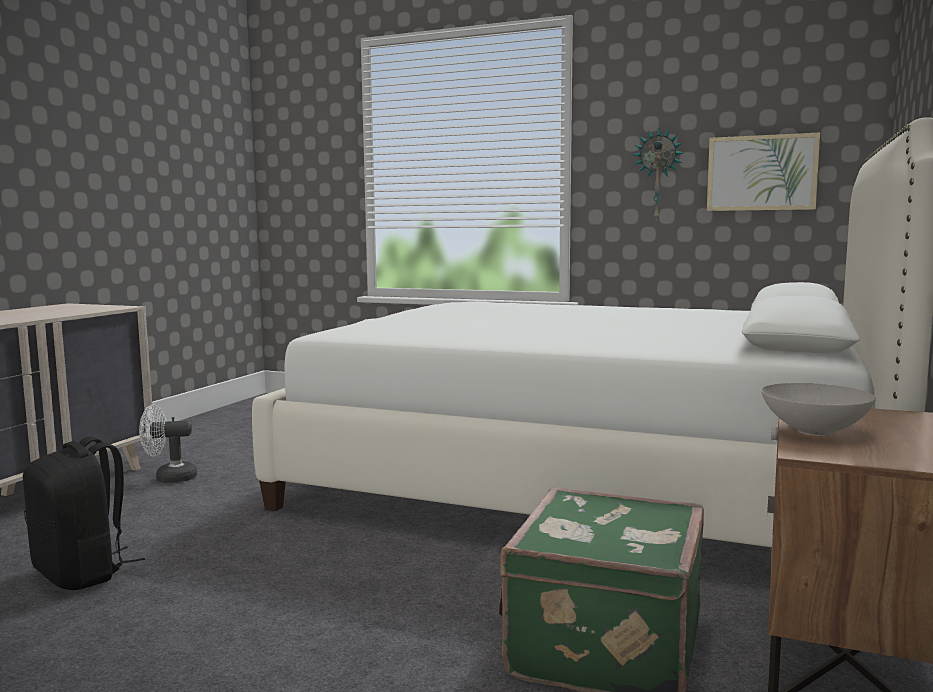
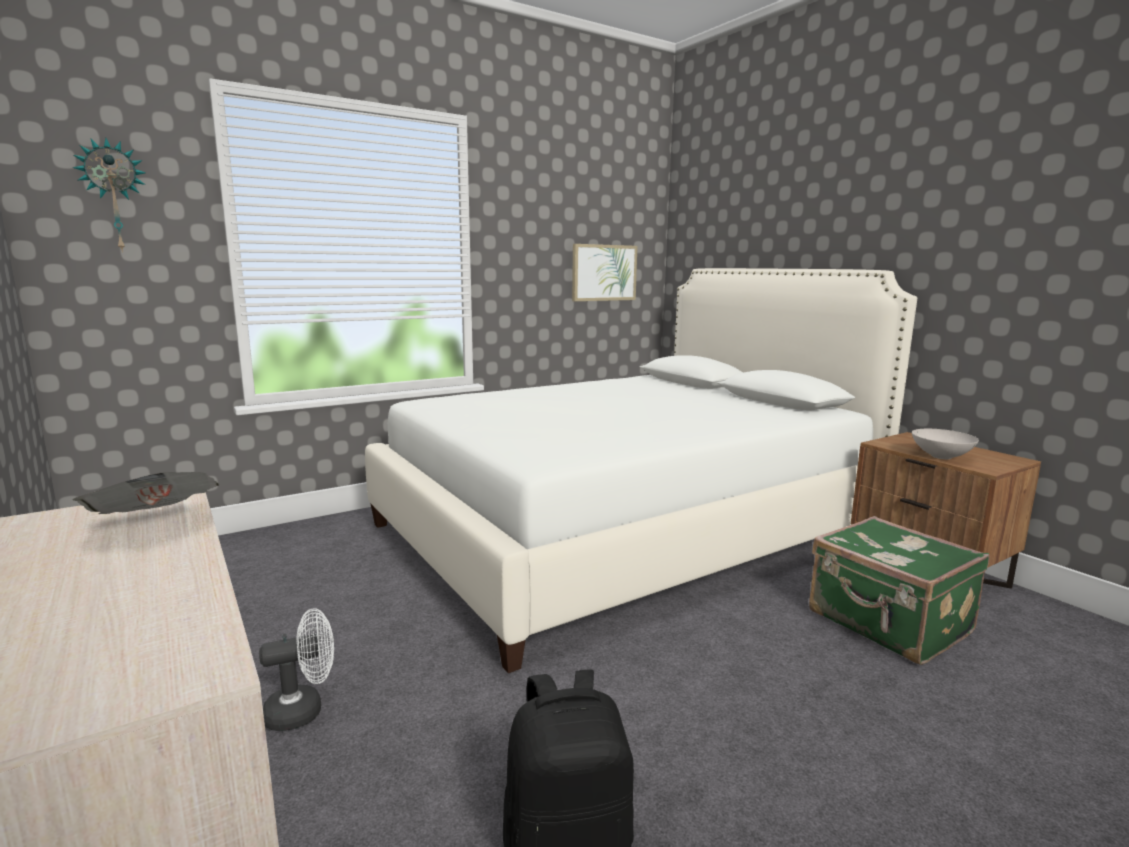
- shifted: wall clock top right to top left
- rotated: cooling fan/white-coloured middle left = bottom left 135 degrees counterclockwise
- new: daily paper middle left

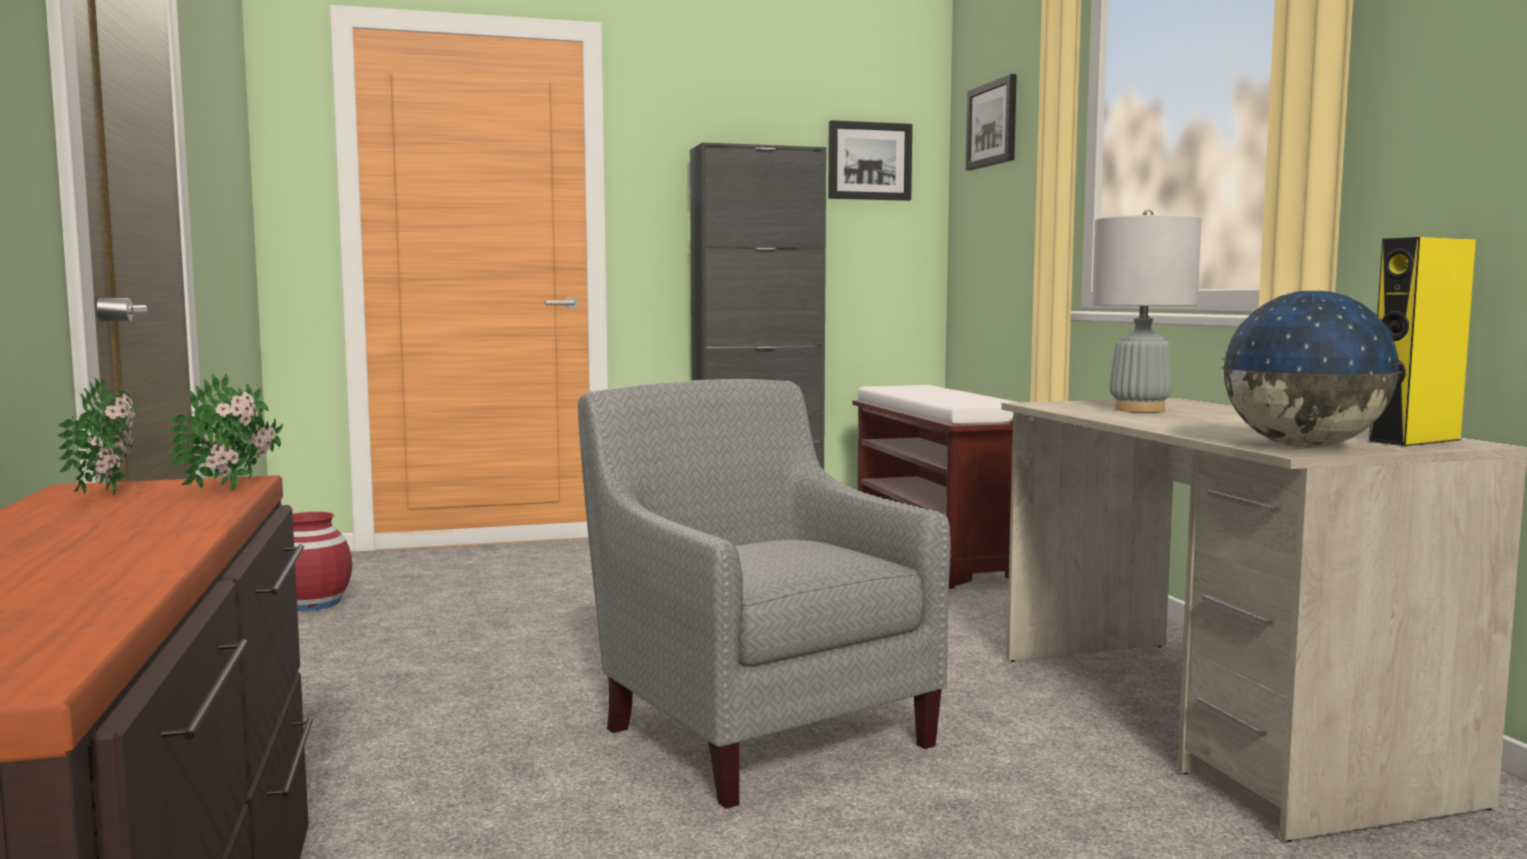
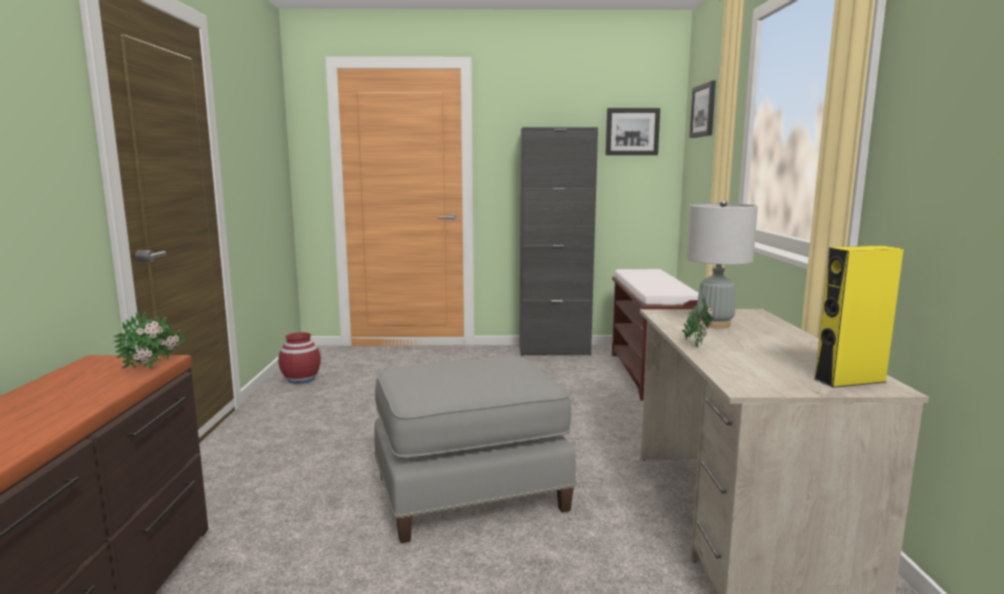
- gone: globe middle right
- shifted: houseplant (no. 1 from left in the first image) middle left to houseplant (no. 2 from left) middle right
- swapped: armchair/gray bottom centre to footrest/gray bottom centre

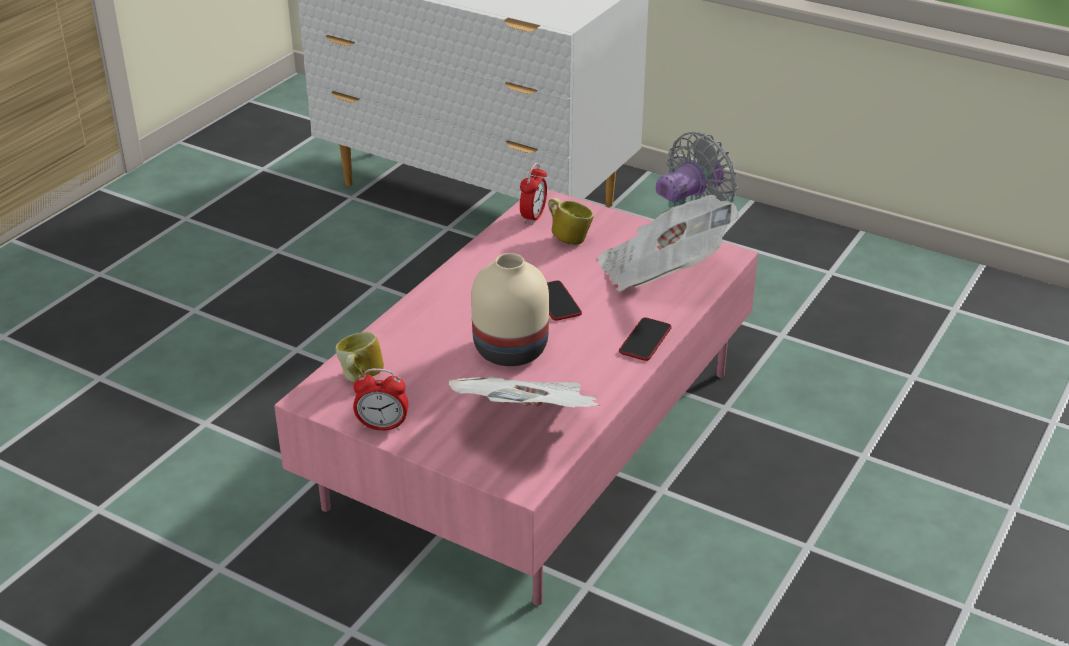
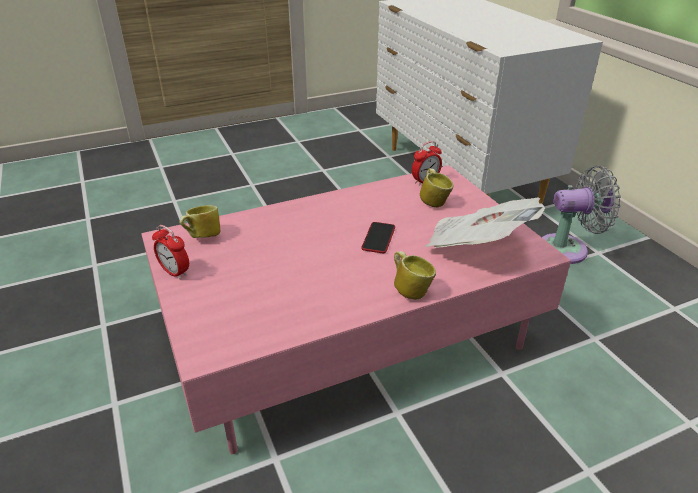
- gone: decorative vase/sand-coloured centre
- swapped: handset (no. 2 from left) centre to coffee mug (no. 2 from left) centre
- gone: daily paper (no. 1 from left) centre

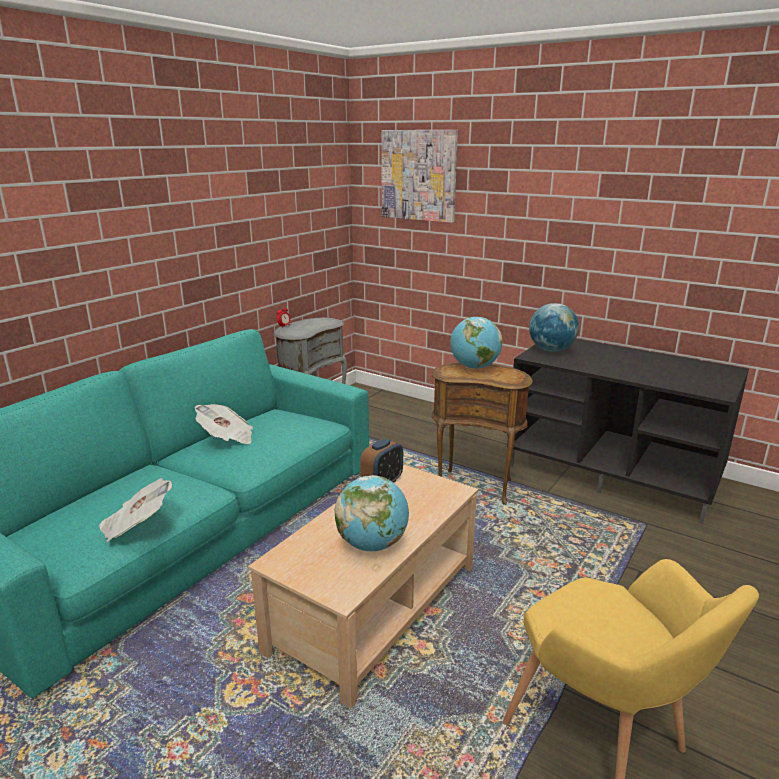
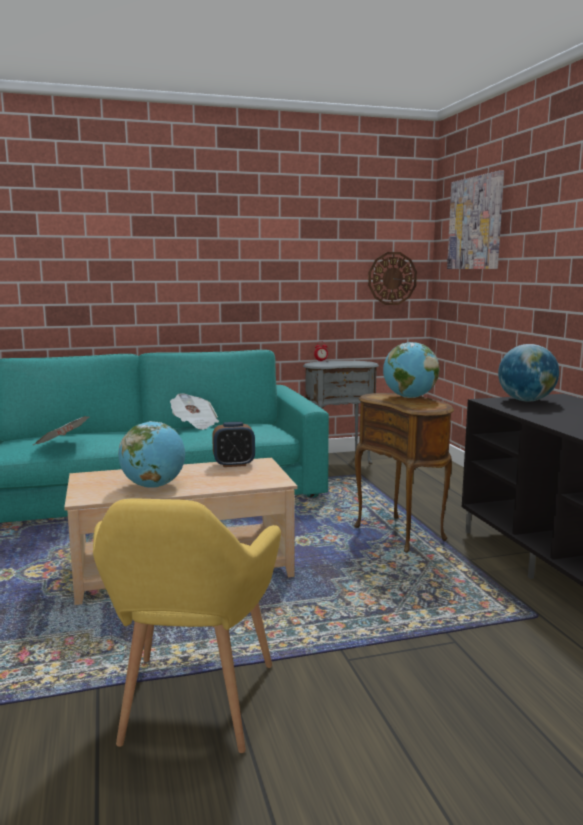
- new: wall clock middle right

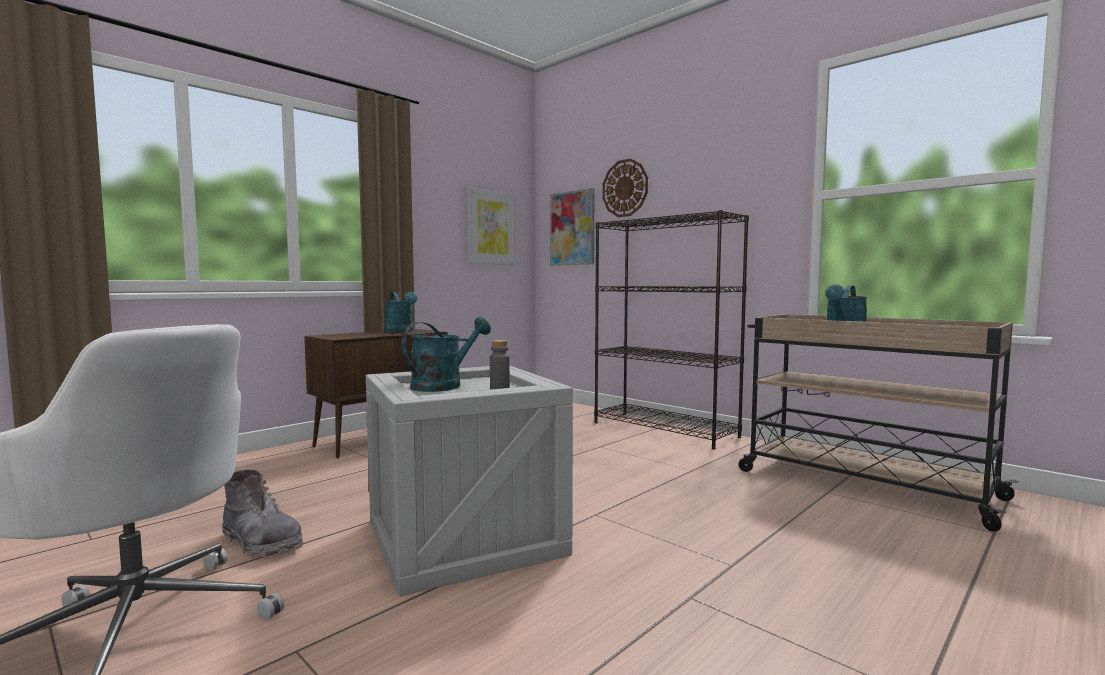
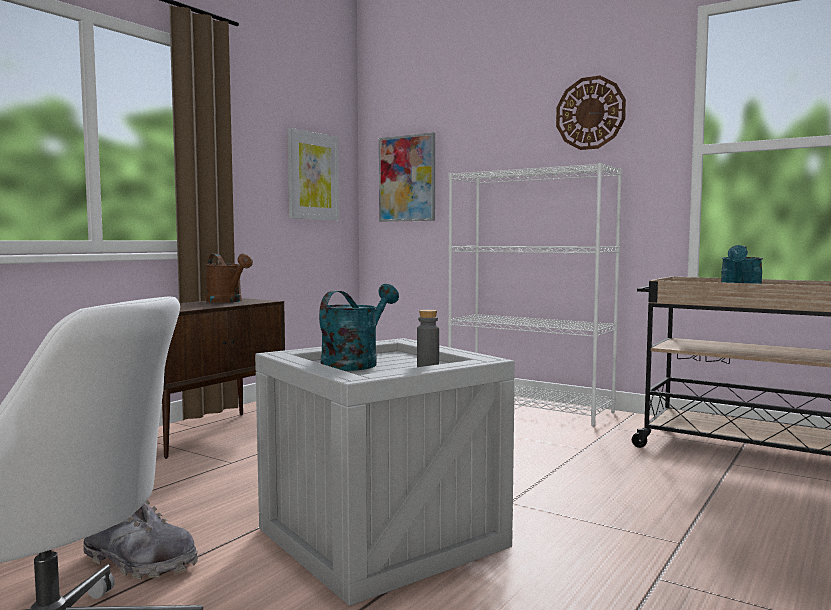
- shifted: wall clock top centre to top right
- repainted: shelving unit/black centre to shelving unit/white-coloured centre
- repainted: watering pot/blue-green (no. 1 from left) centre to watering pot/brown middle left

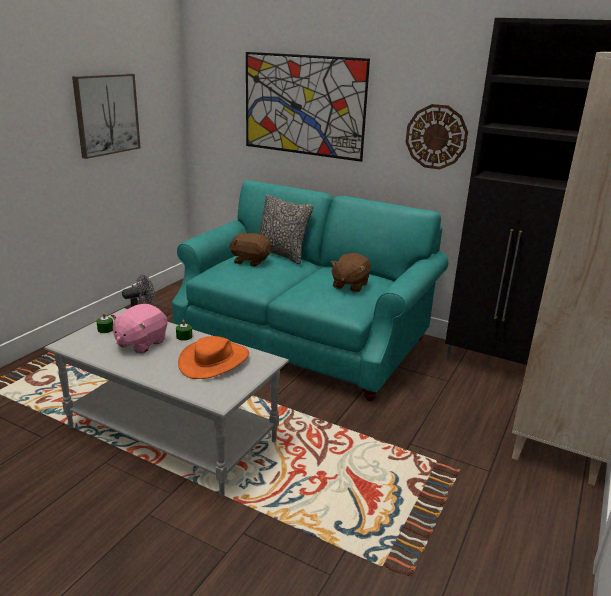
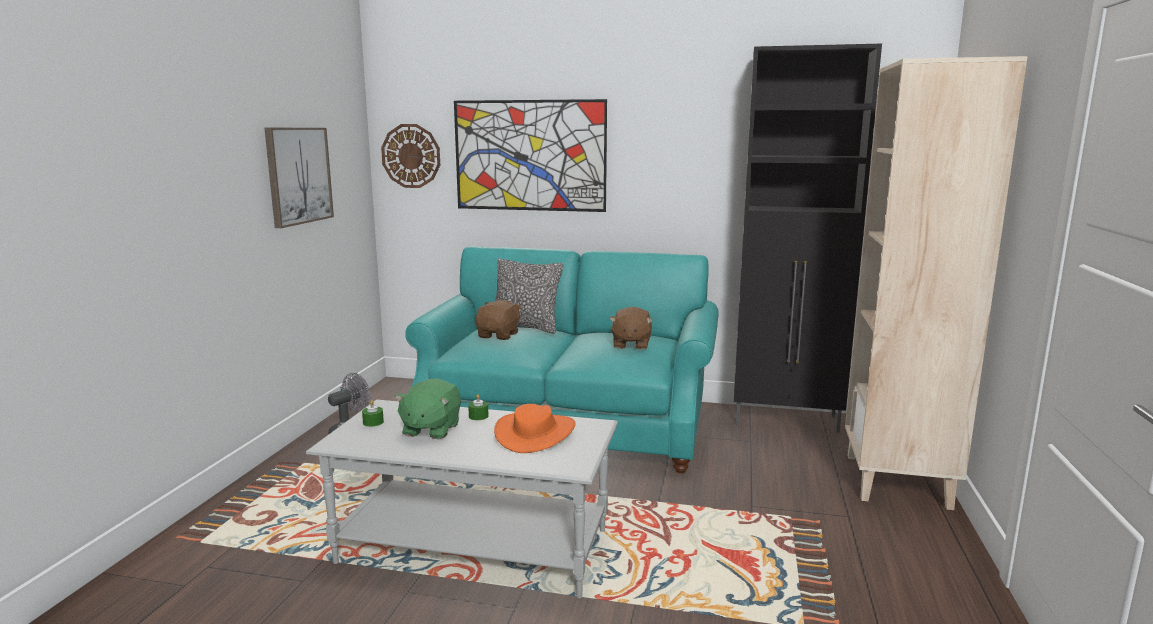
- shifted: wall clock top right to top centre
- rotated: cuddly toy/brown (no. 1 from left) centre = centre 105 degrees clockwise
- repainted: cuddly toy/pink-coloured middle left to cuddly toy/green-coloured centre

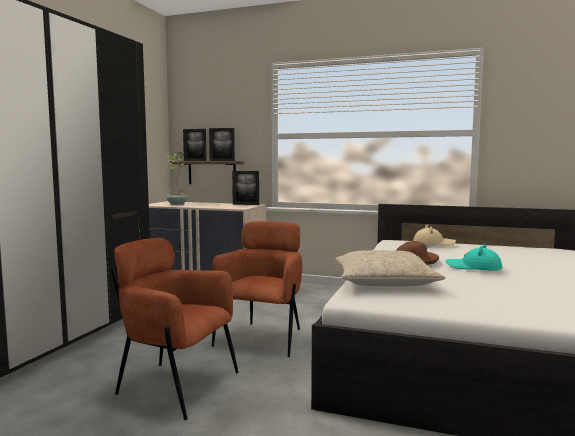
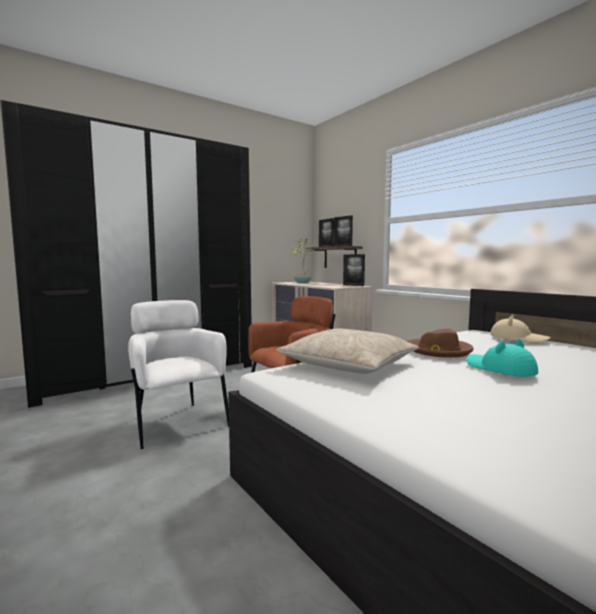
- repainted: armchair/brown (no. 1 from left) bottom left to armchair/white-coloured middle left

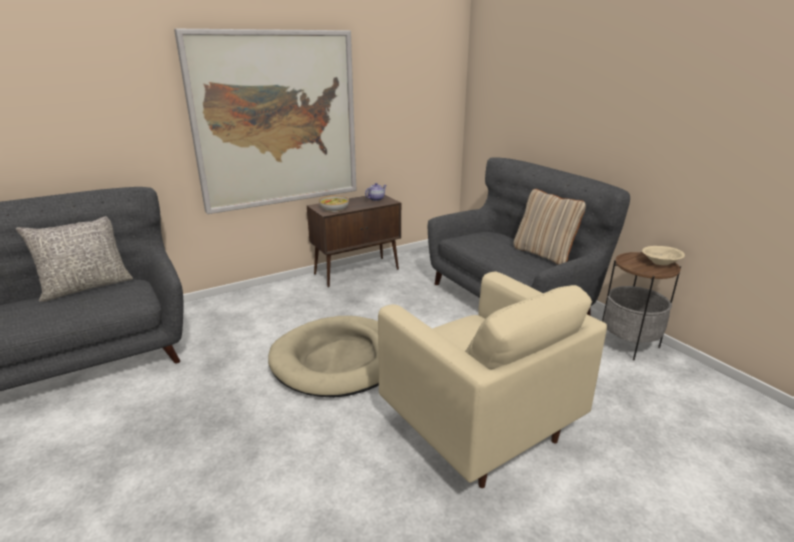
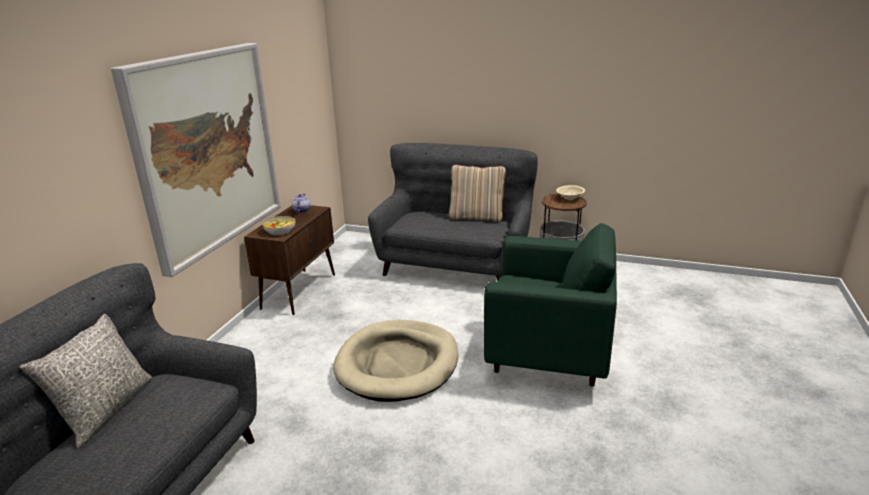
- repainted: armchair/sand-coloured bottom centre to armchair/green-coloured centre

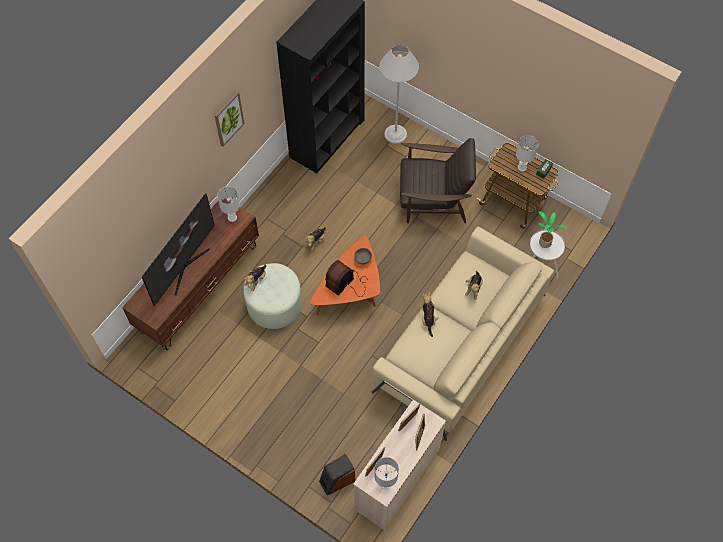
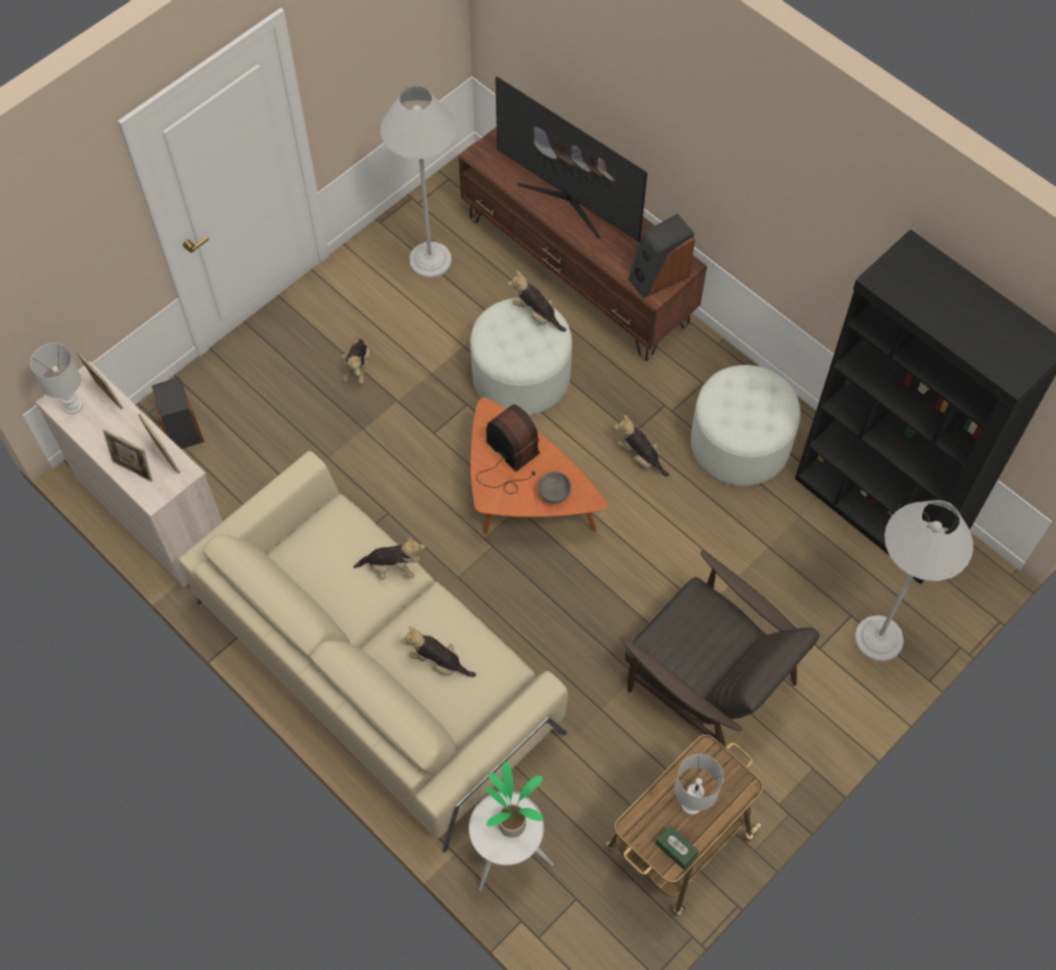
- gone: wall art top left
- rotated: armchair/brown top centre = bottom right 60 degrees counterclockwise
- swapped: lamp for a table/white-coloured (no. 1 from left) middle left to loudspeaker (no. 2 from left) top centre
- new: standing lamp/white-coloured (no. 1 from left) top centre
- new: cuddly toy (no. 1 from left) centre
- new: footrest/white-coloured (no. 2 from left) middle right

